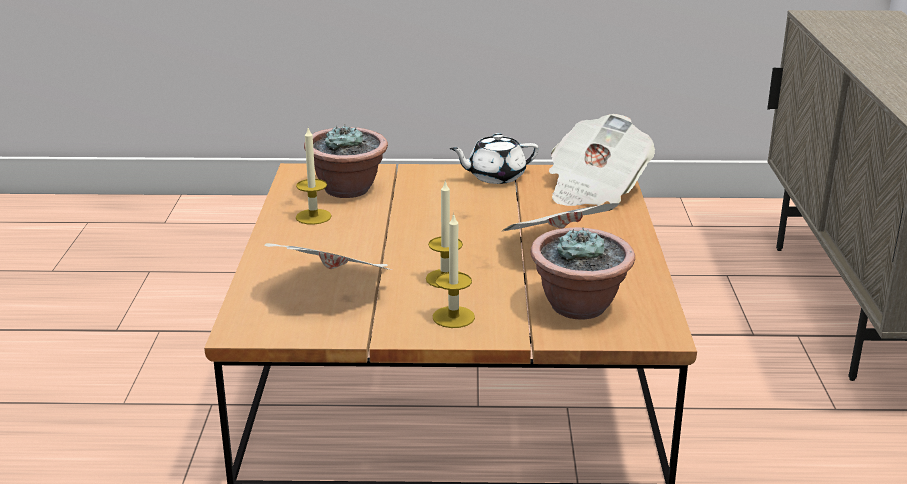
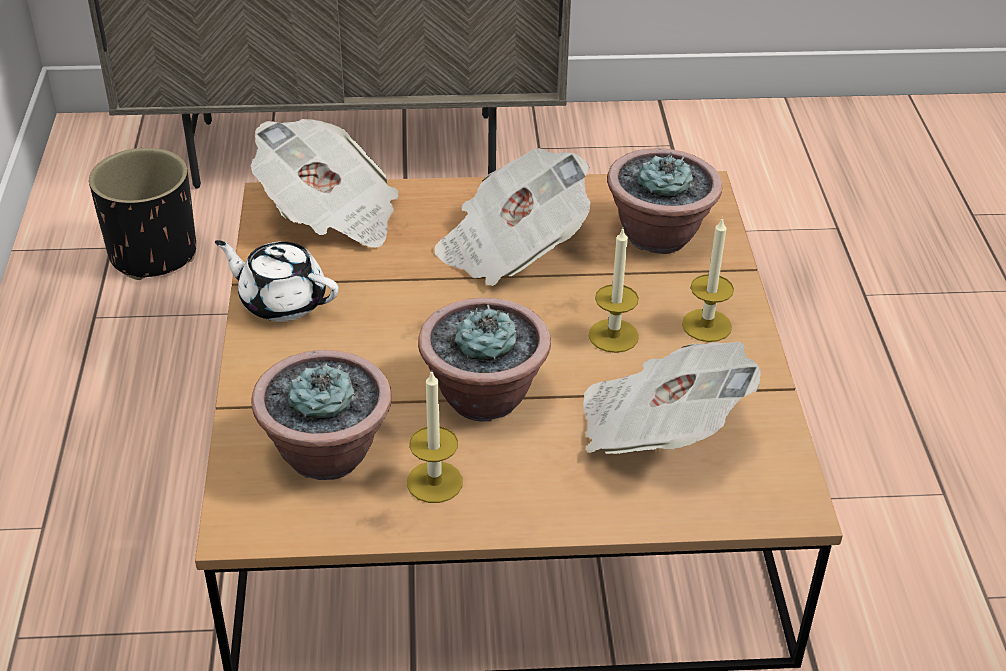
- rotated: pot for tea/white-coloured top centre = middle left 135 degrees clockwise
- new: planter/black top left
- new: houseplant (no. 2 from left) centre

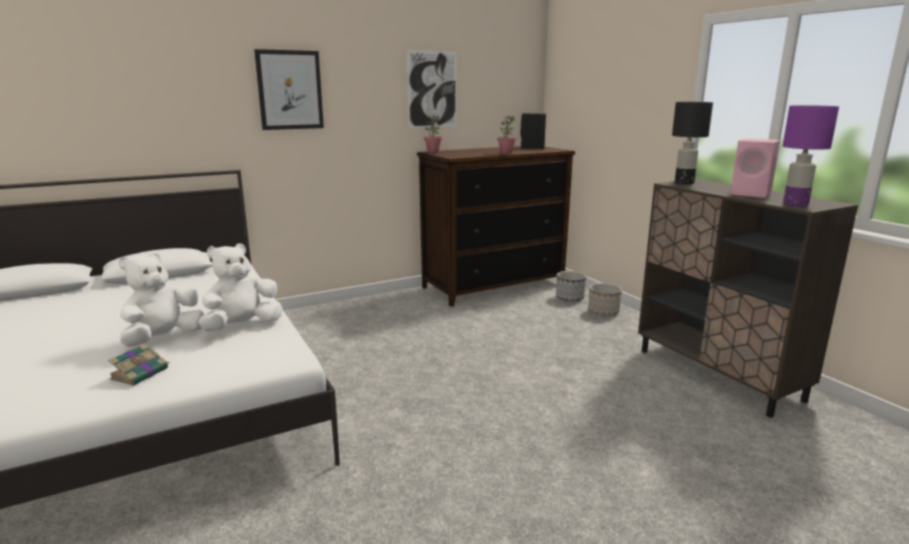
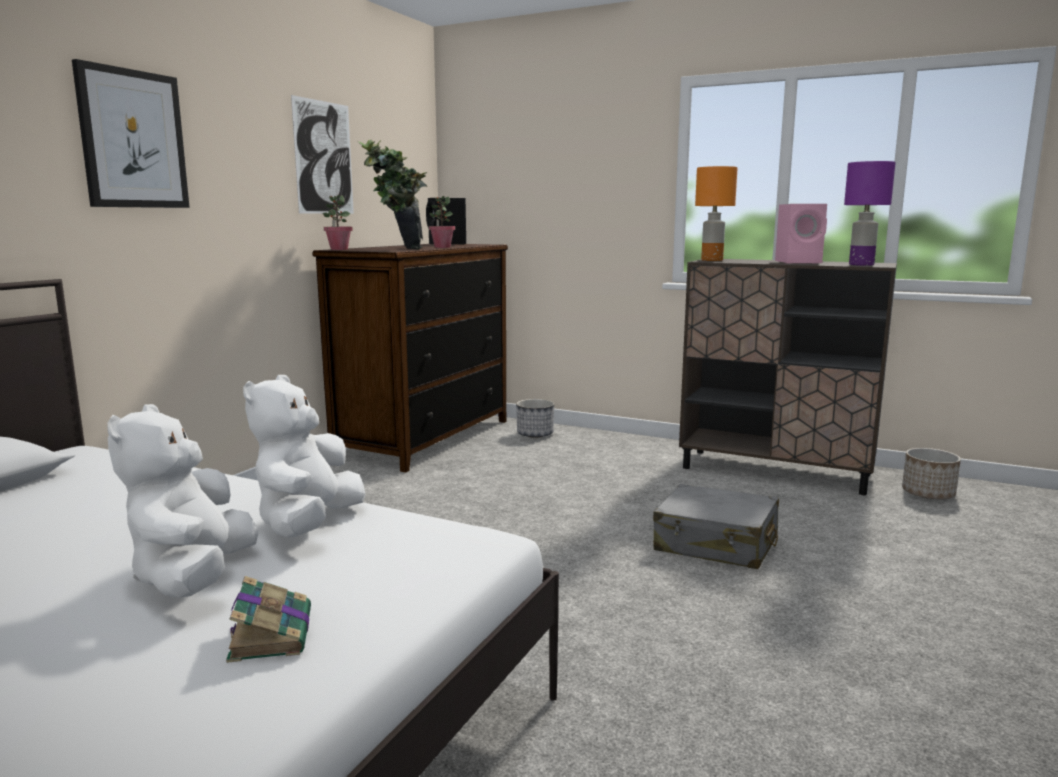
- repainted: lamp for a table/black top right to lamp for a table/orangey top right
- shifted: planter (no. 2 from left) centre to middle right
- new: houseplant (no. 2 from left) top centre
- new: piece of luggage/gray bottom right

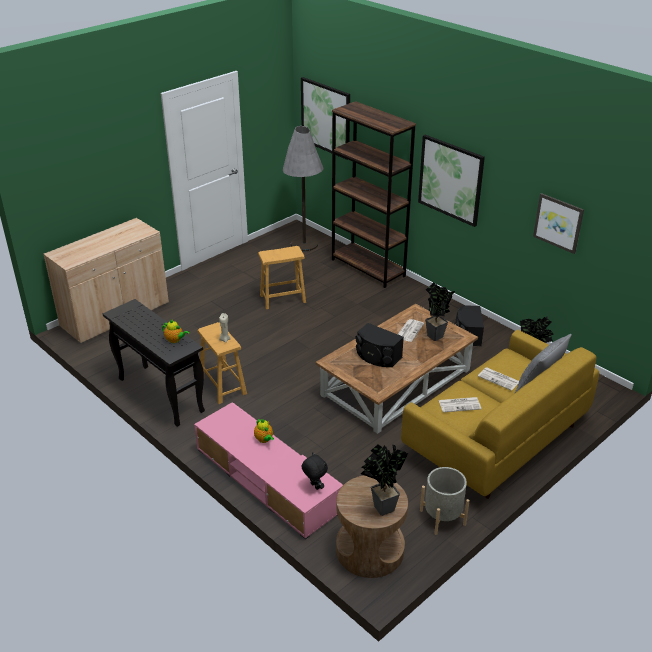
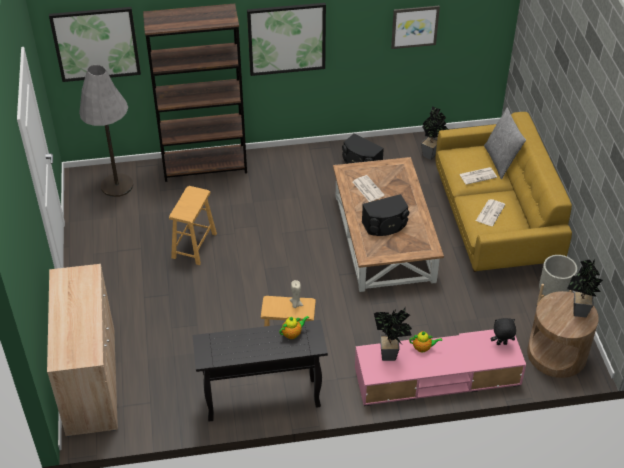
- shifted: houseplant (no. 2 from left in the first image) middle right to houseplant (no. 1 from left) bottom centre

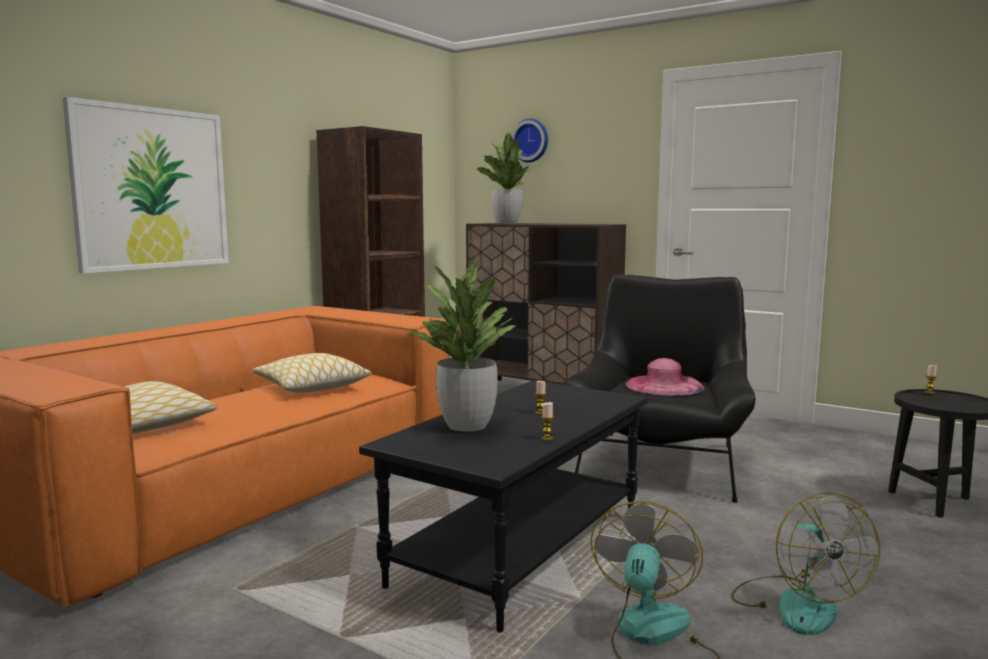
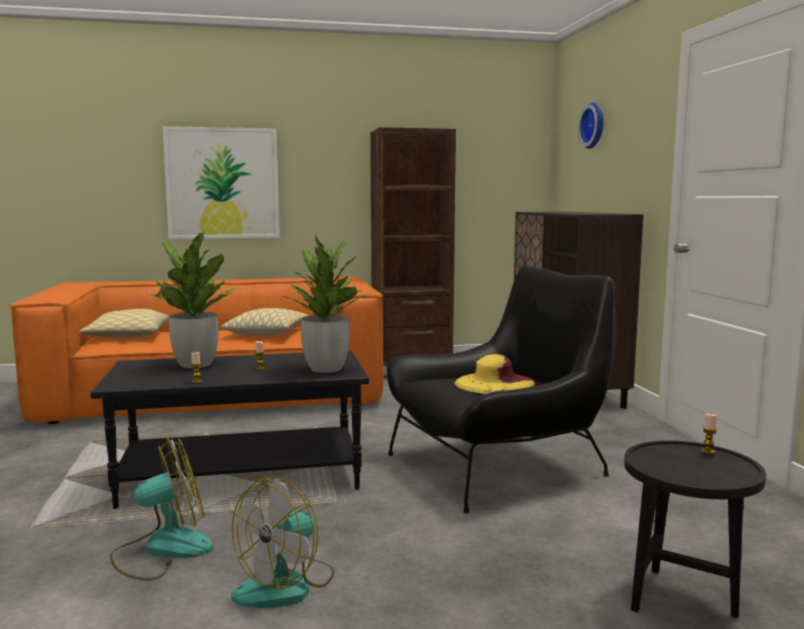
- shifted: houseplant (no. 2 from left) top centre to centre
- repainted: clothing hat/pink-coloured middle right to clothing hat/yellowish centre

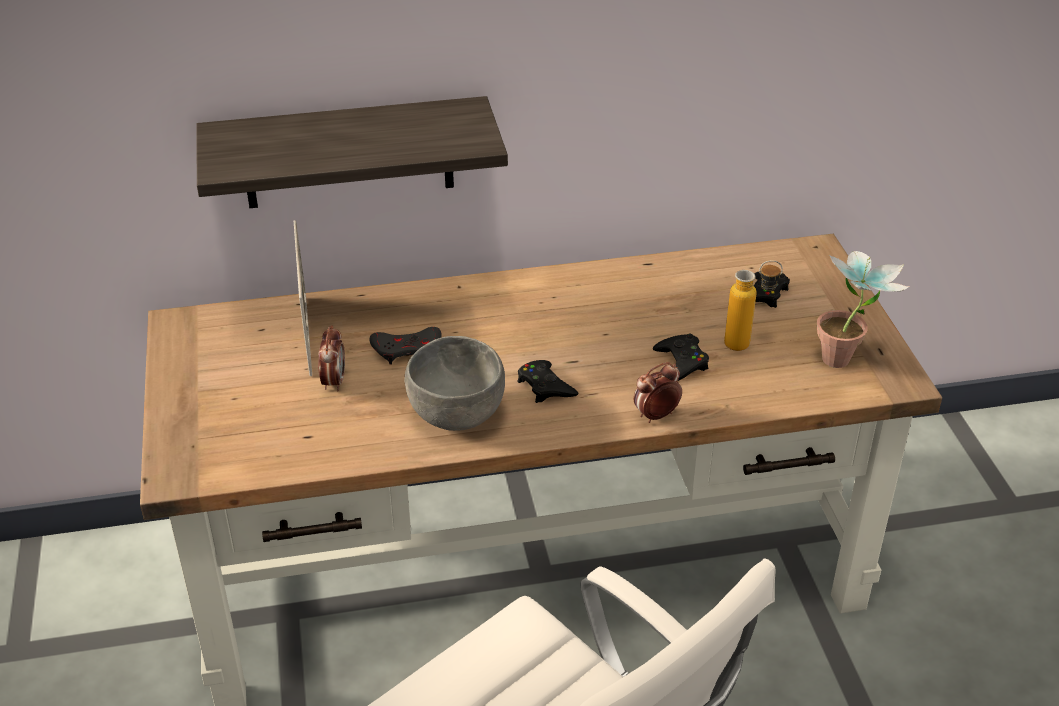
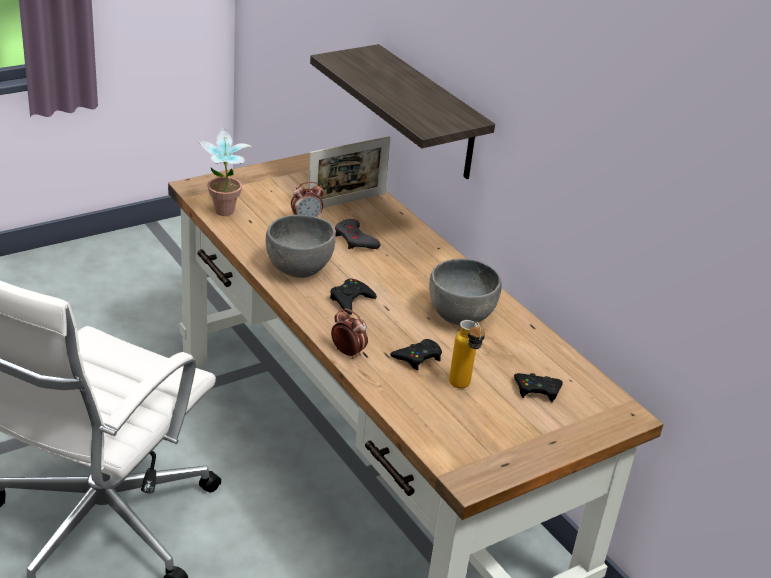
- shifted: houseplant middle right to top left
- new: deep dish/gray (no. 2 from left) centre

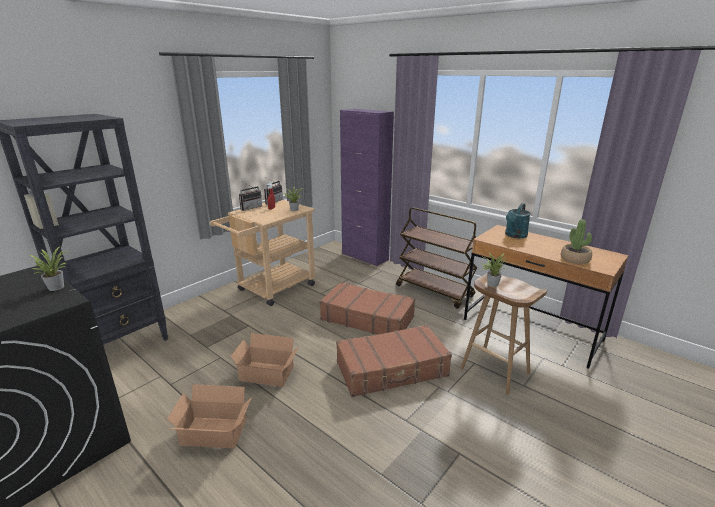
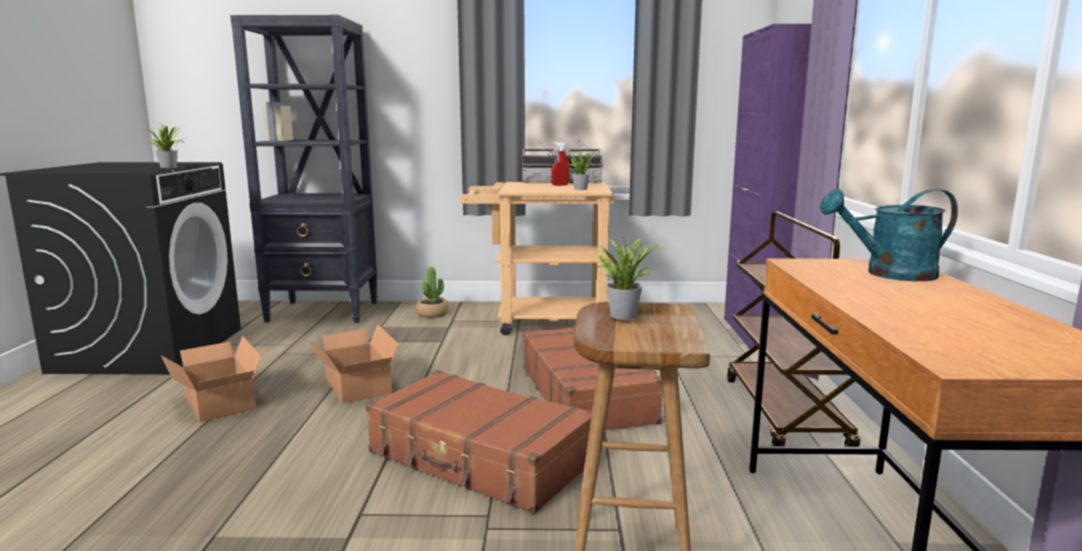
- shifted: houseplant (no. 4 from left in the first image) middle right to houseplant (no. 2 from left) centre

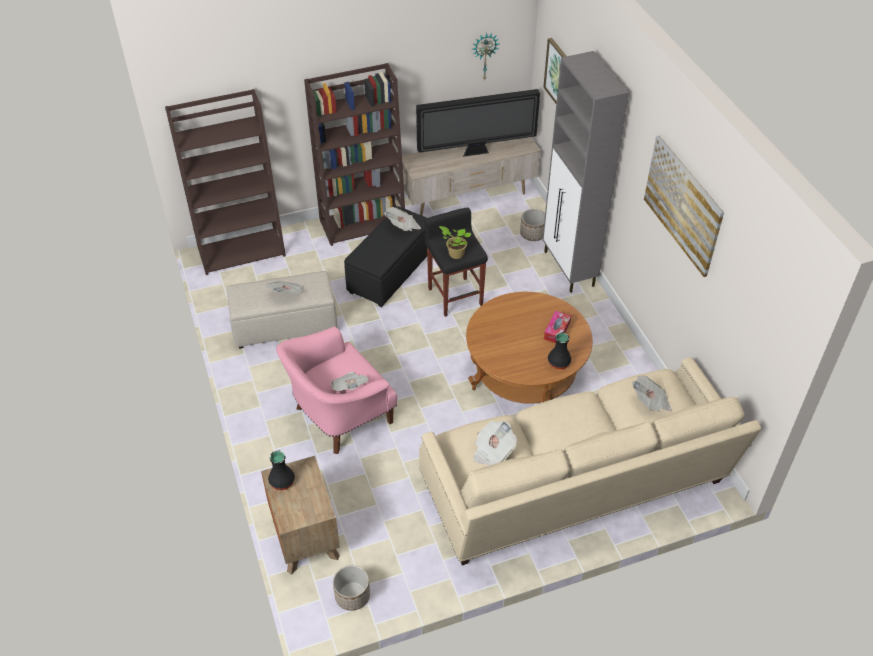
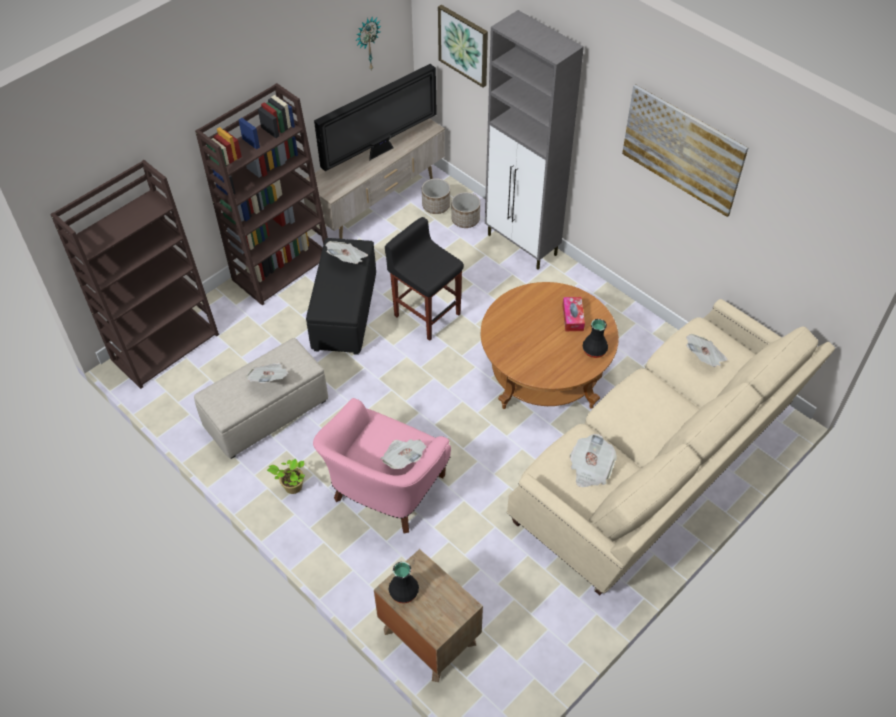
- shifted: houseplant centre to middle left
- shifted: planter (no. 1 from left) bottom centre to top centre

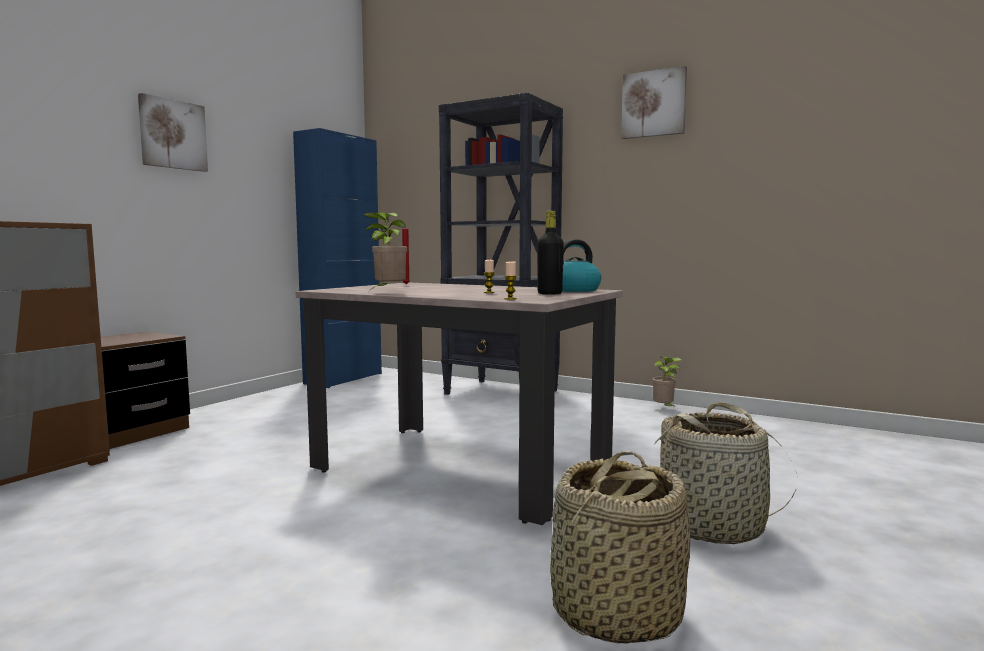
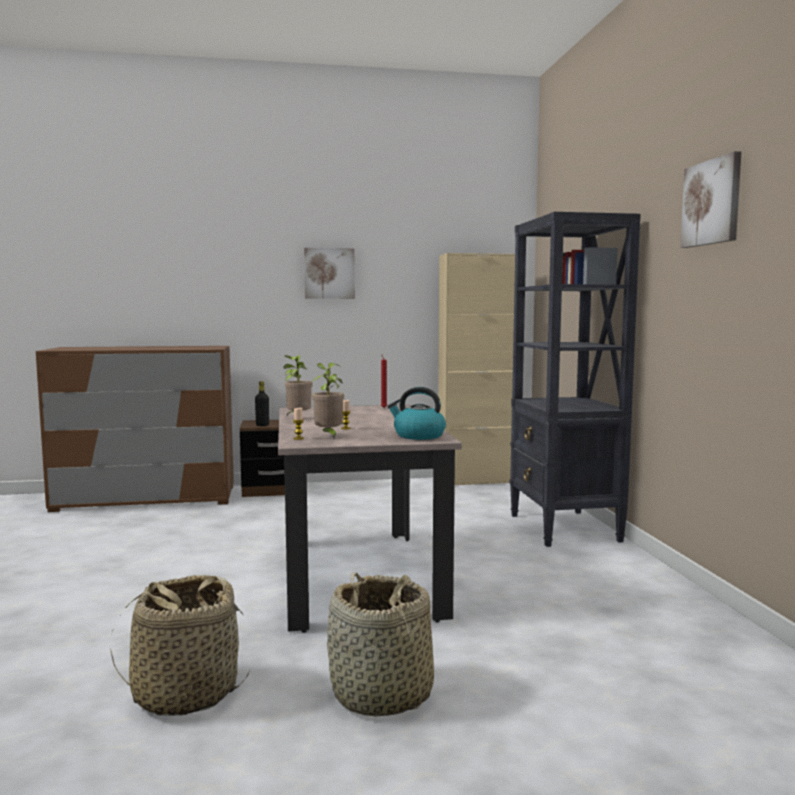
- repainted: storage cabinet/blue-coloured centre to storage cabinet/sand-coloured centre
- shifted: bottle/black centre to middle left
- shifted: houseplant (no. 2 from left) middle right to centre

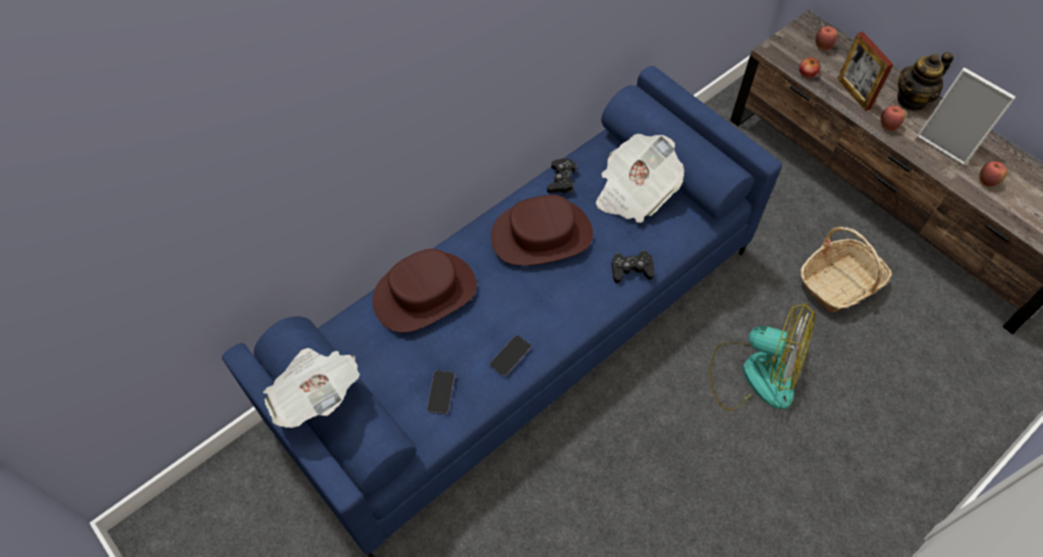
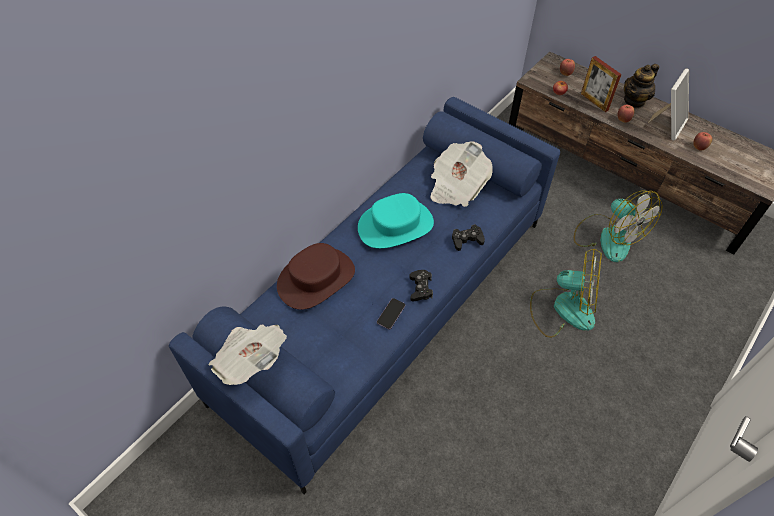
- rotated: picture frame (no. 2 from left) top right = top right 90 degrees counterclockwise
- shifted: game controller/black (no. 1 from left) top centre to centre
- repainted: clothing hat/brown (no. 2 from left) centre to clothing hat/blue-green centre
- swapped: household basket middle right to cooling fan (no. 2 from left) middle right
- gone: handset (no. 1 from left) bottom centre

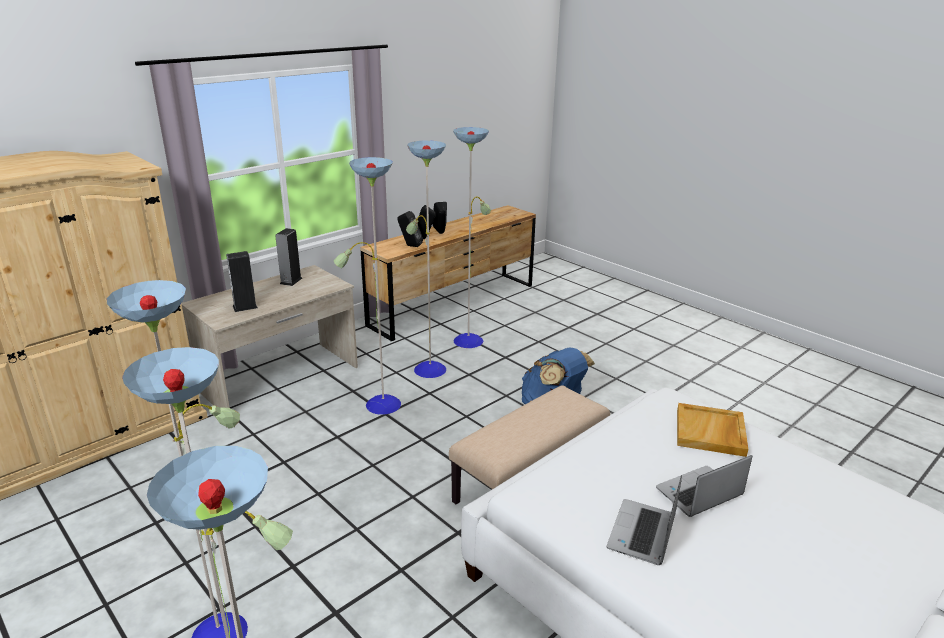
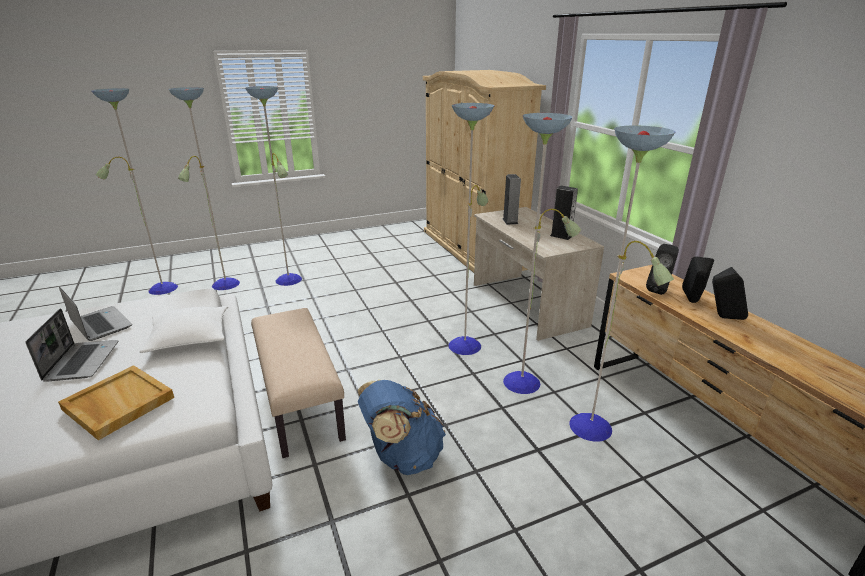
- new: cushion/white-coloured middle left

